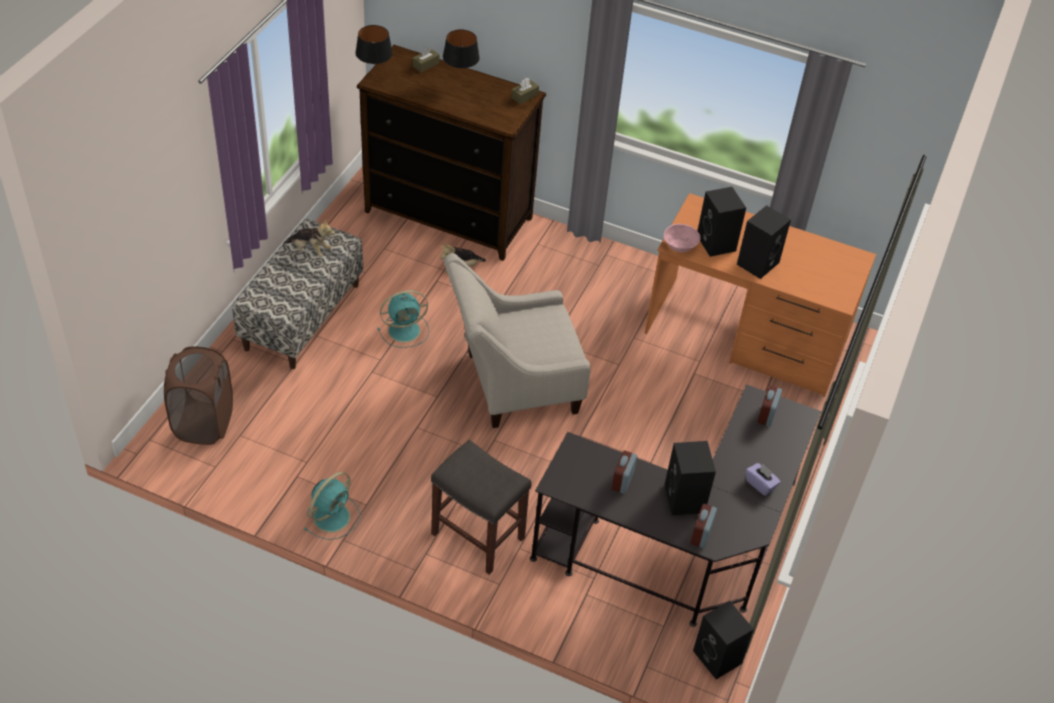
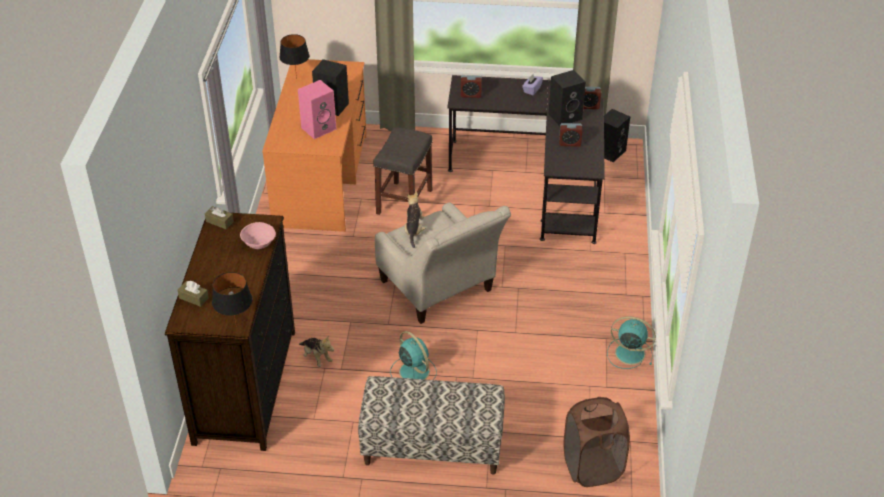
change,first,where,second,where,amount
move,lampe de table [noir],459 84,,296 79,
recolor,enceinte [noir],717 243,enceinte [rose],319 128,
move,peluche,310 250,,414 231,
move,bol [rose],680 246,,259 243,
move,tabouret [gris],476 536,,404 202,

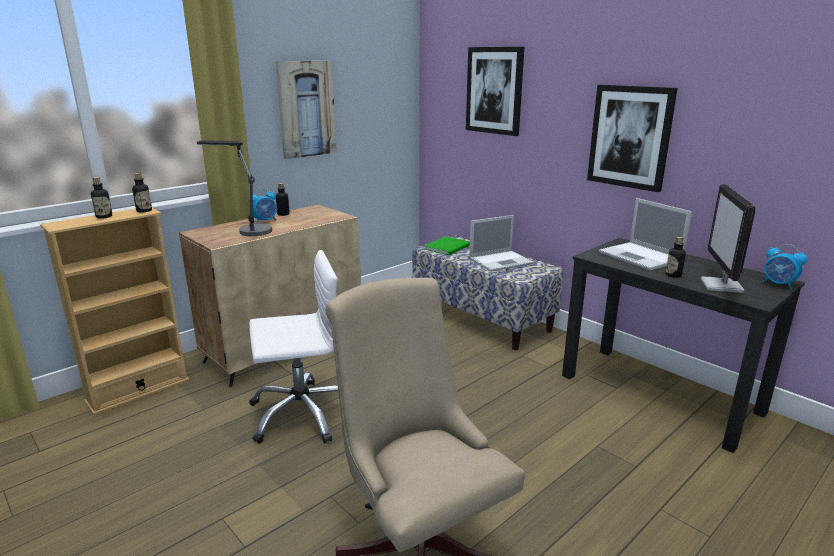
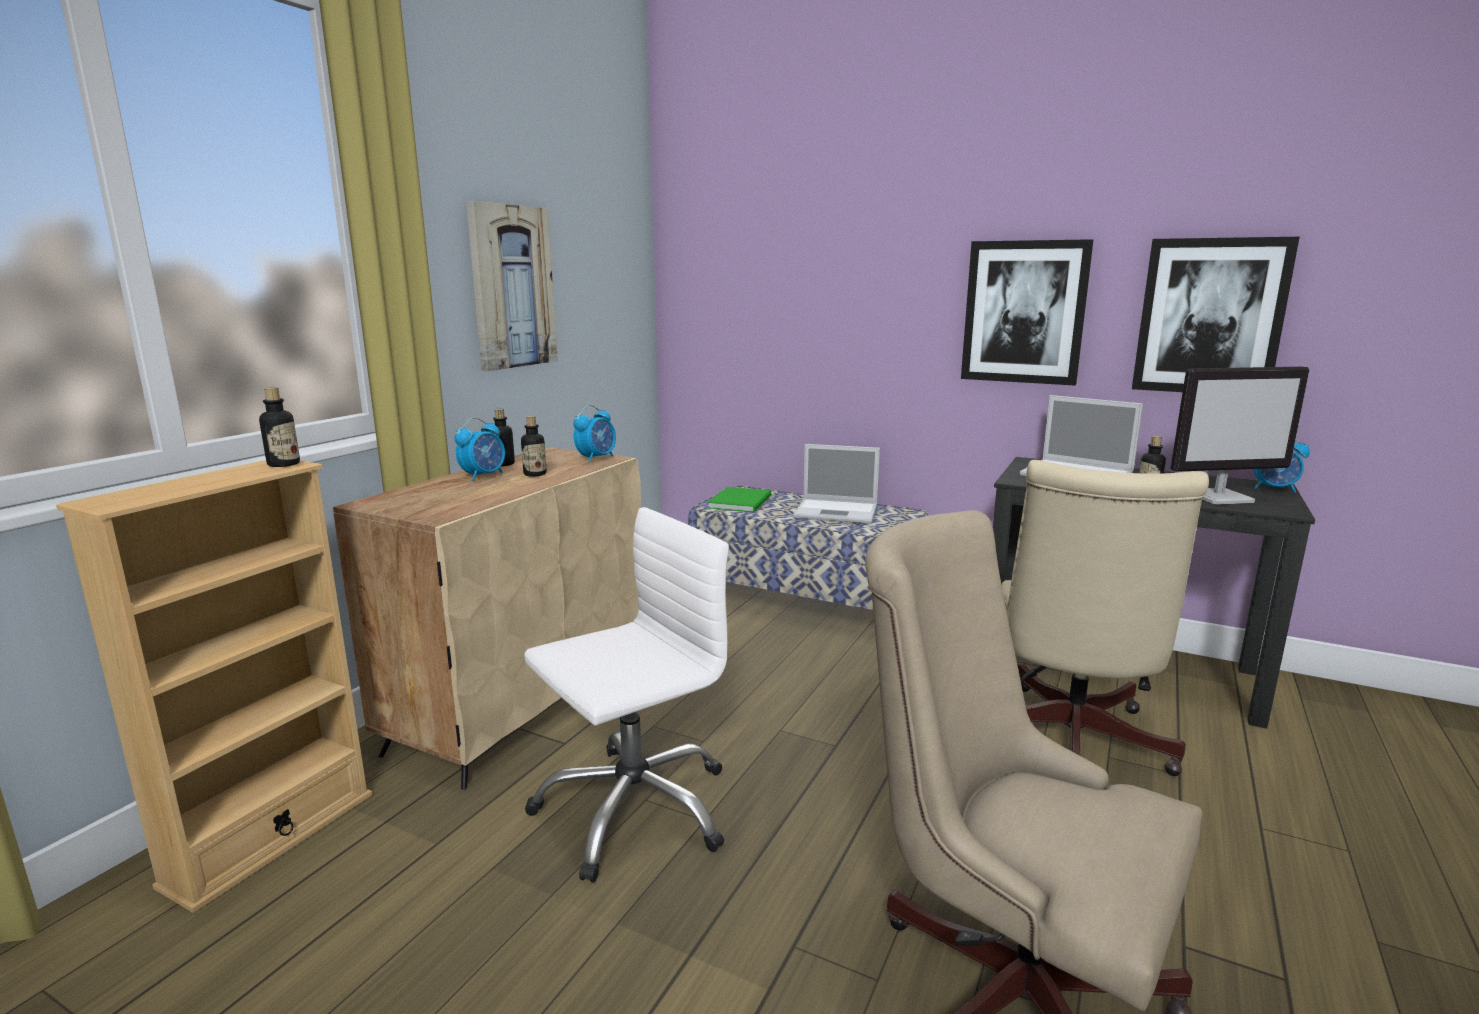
change,first,where,second,where,amount
move,tableau,494 90,,1210 317,
delete,lampe de table,247 230,,,
move,bouteille,104 216,,535 474,
rotate,écran d'ordinateur,721 286,,1220 497,90 degrees counterclockwise
rotate,ordinateur portable,501 261,,838 512,60 degrees clockwise
insert,,,réveil,596 458,
insert,,,chaise de bureau [beige],1069 744,

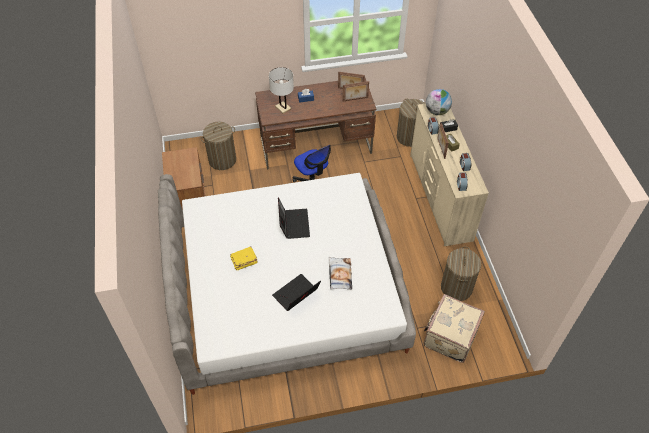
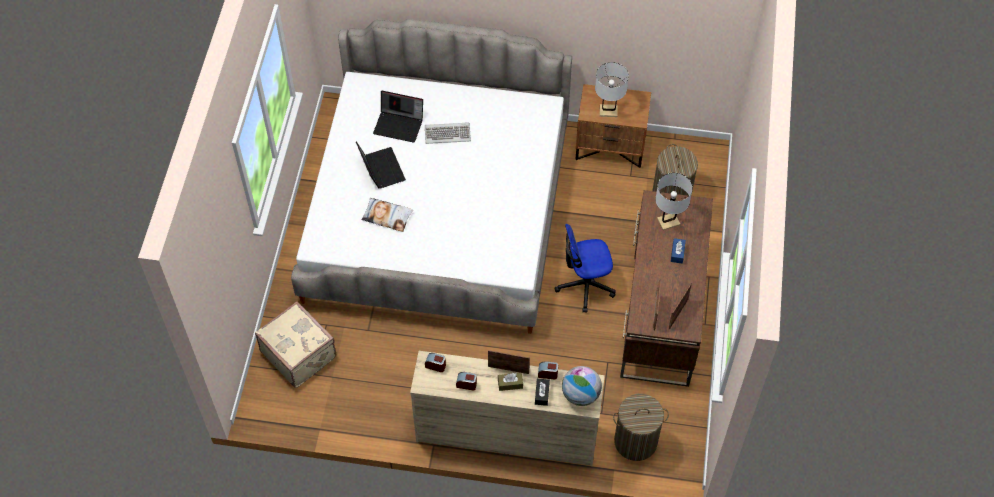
change,first,where,second,where,amount
move,ordinateur portable,293 224,,399 125,
replace,livre [jaune],244 261,clavier,447 134,
delete,panier à linge,456 288,,,
insert,,,lampe de table [blanc],608 111,

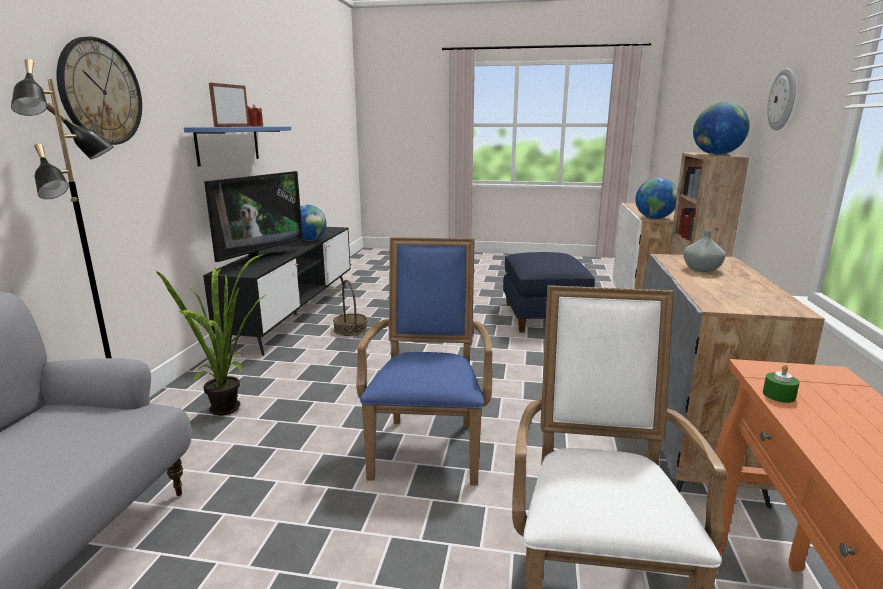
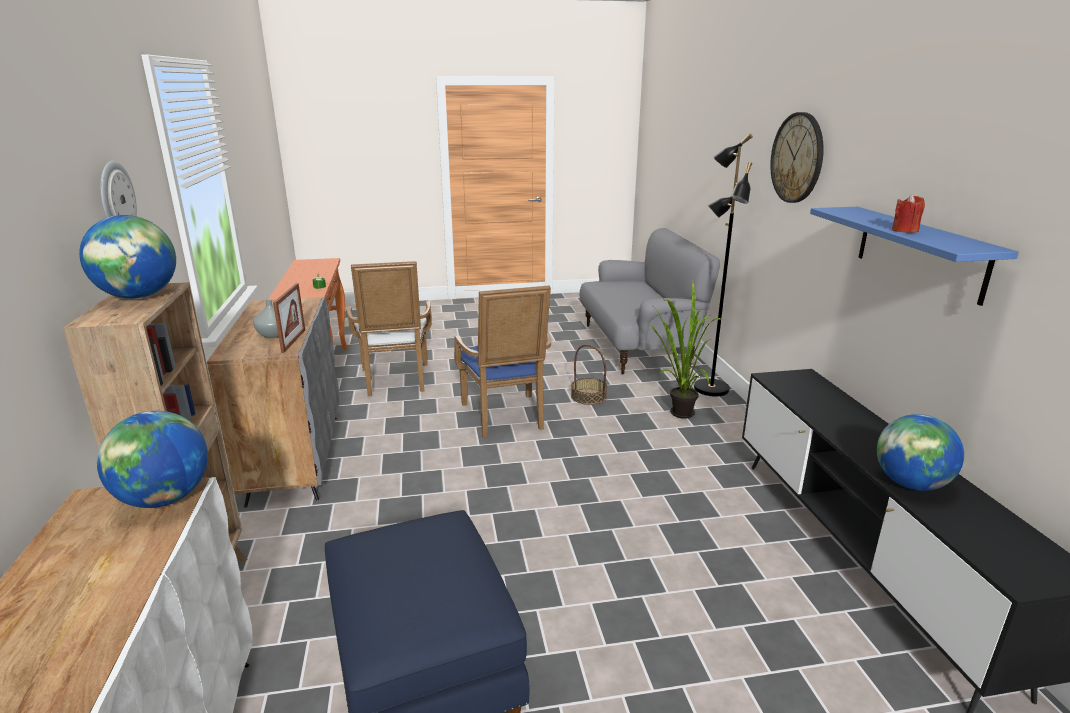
change,first,where,second,where,amount
move,cadre photo,232 126,,293 341,
delete,téléviseur,260 260,,,
move,panier,350 329,,589 396,

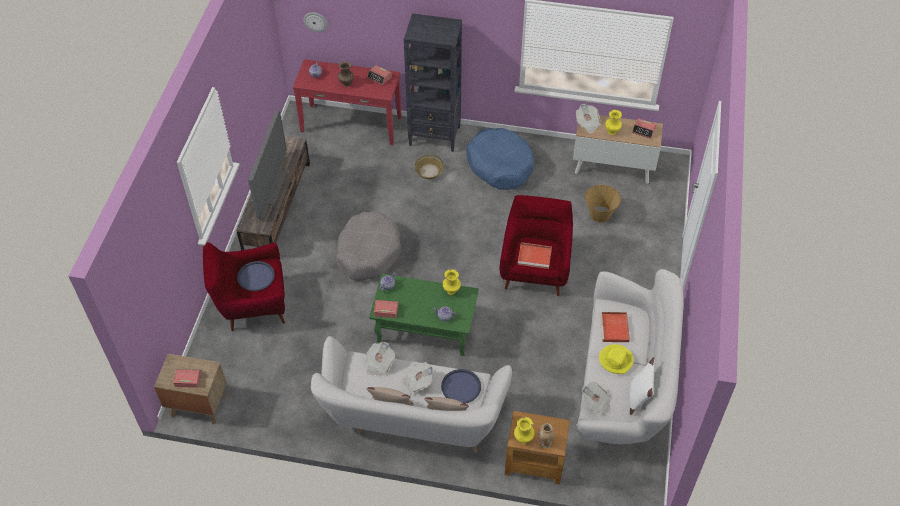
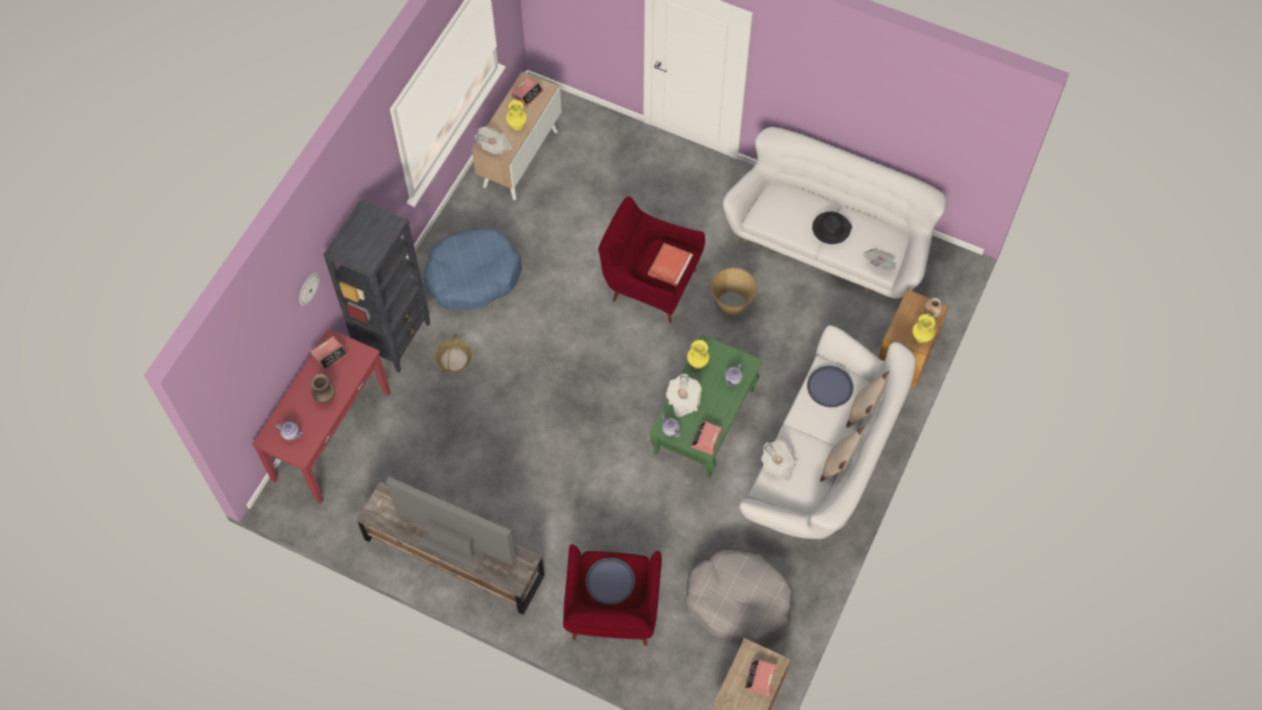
change,first,where,second,where,amount
move,horloge murale,316 21,,308 288,
move,panier,600 214,,732 303,
move,panier pour chien [gris],368 252,,738 602,
delete,plateau [rouge],614 329,,,
recolor,chapeau [jaune],616 360,chapeau [noir],831 229,
delete,coussin [blanc],638 396,,,
move,journal,417 382,,683 400,

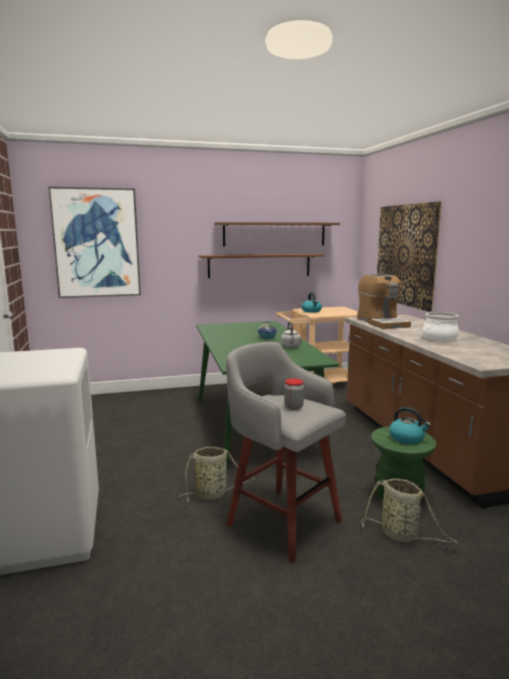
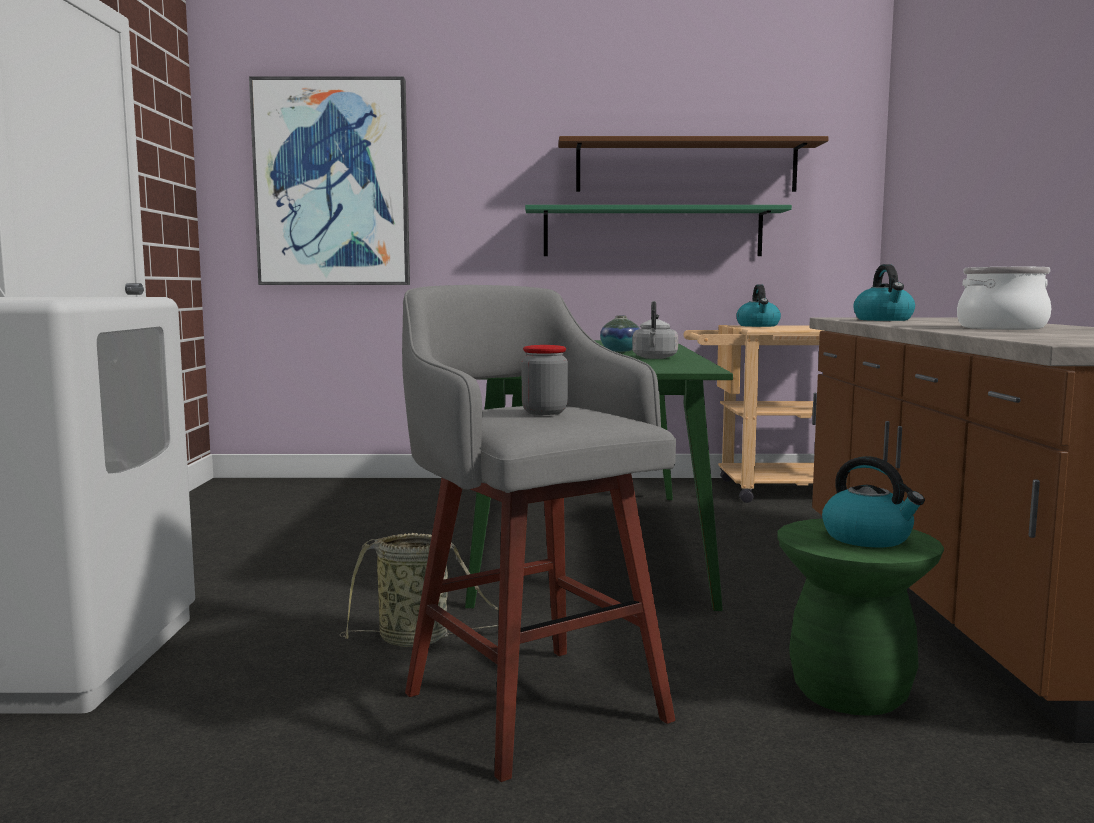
change,first,where,second,where,amount
delete,tableau,406 255,,,
recolor,étagère [marron],259 265,étagère [vert],652 232,
replace,machine à café,381 323,bouilloire,884 320,
delete,panier,401 535,,,

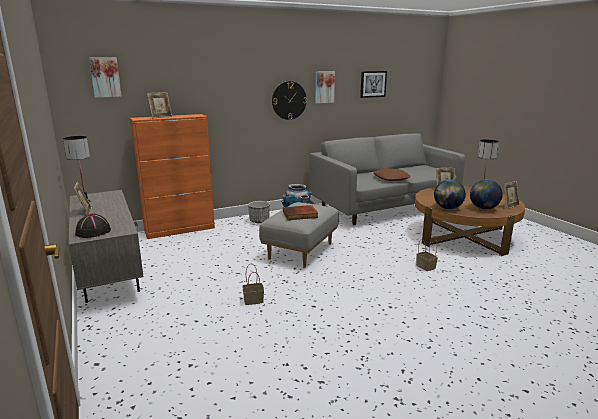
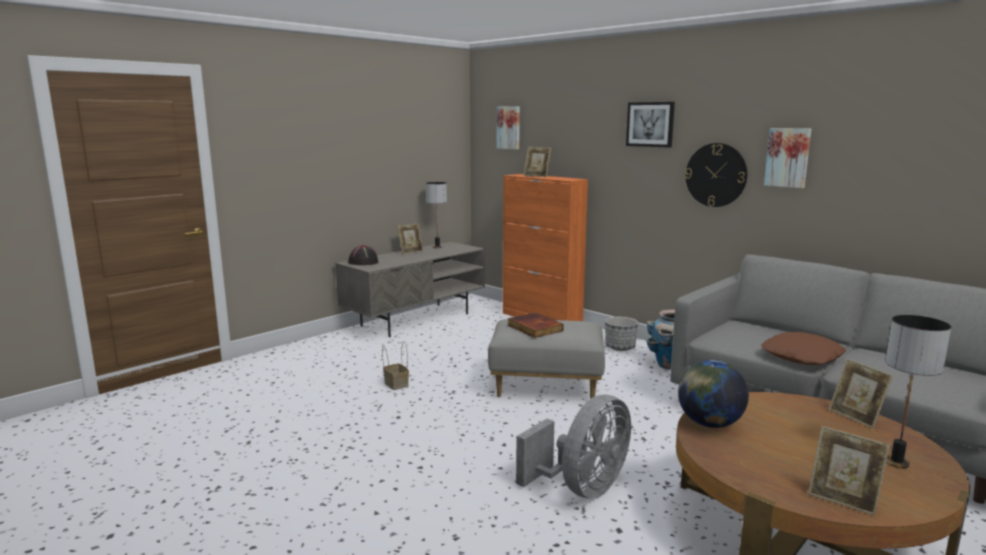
change,first,where,second,where,amount
move,tableau,373 84,,650 124,
delete,globe,483 208,,,
replace,panier,425 266,ventilateur [gris],582 488,

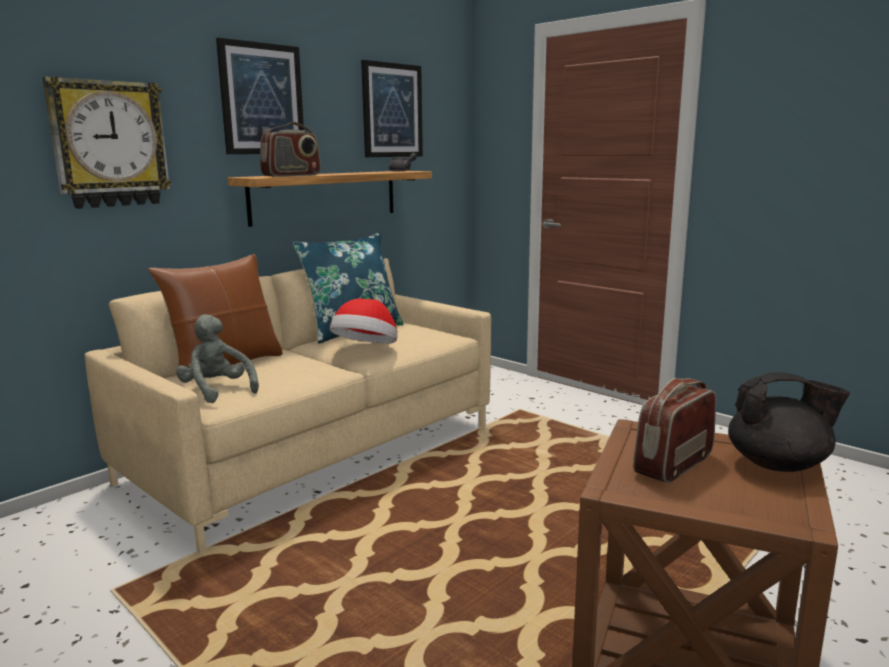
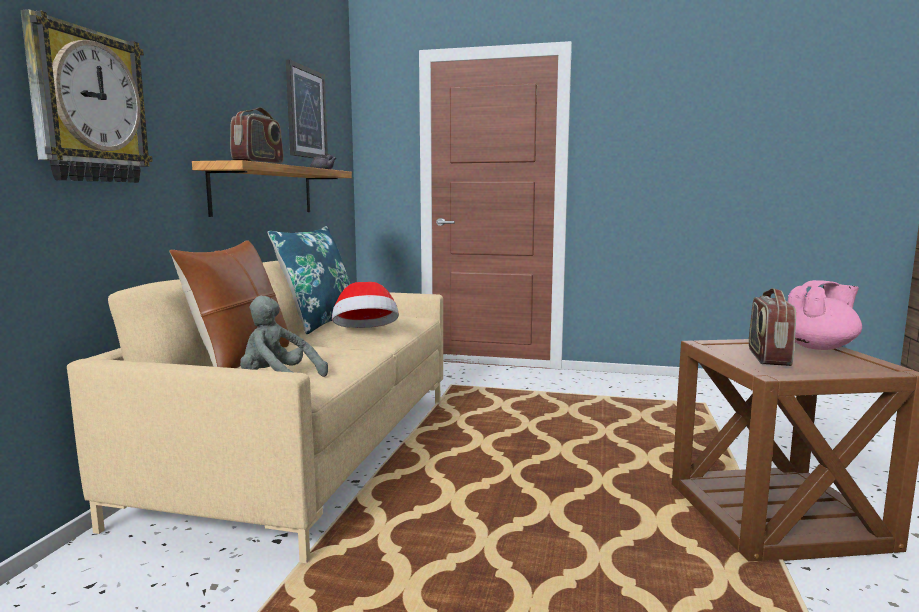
change,first,where,second,where,amount
delete,tableau,262 99,,,
recolor,théière [noir],778 464,théière [rose],819 347,

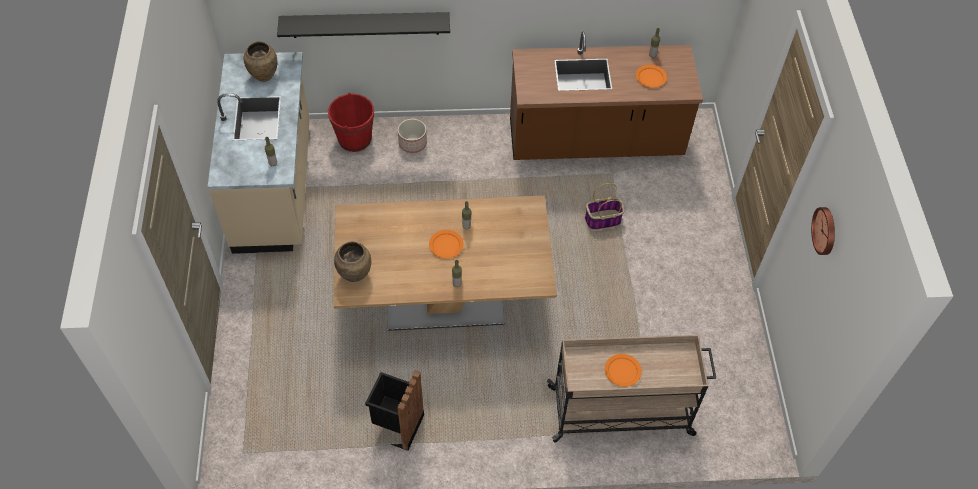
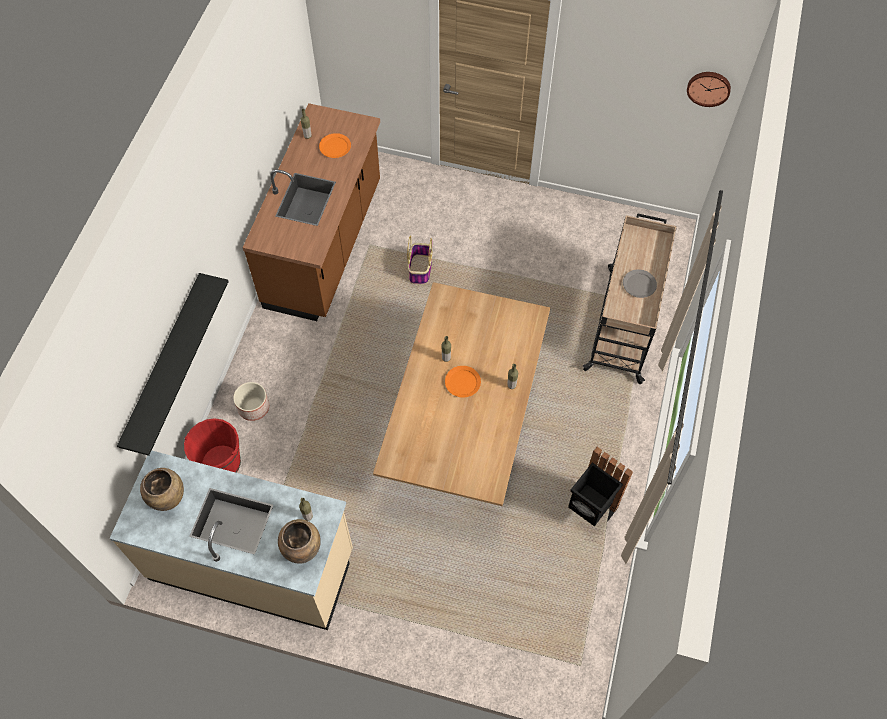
change,first,where,second,where,amount
move,horloge murale,825 231,,709 87,
move,vase [marron],355 275,,303 550,
recolor,assiette [orange],622 371,assiette [gris],639 284,

